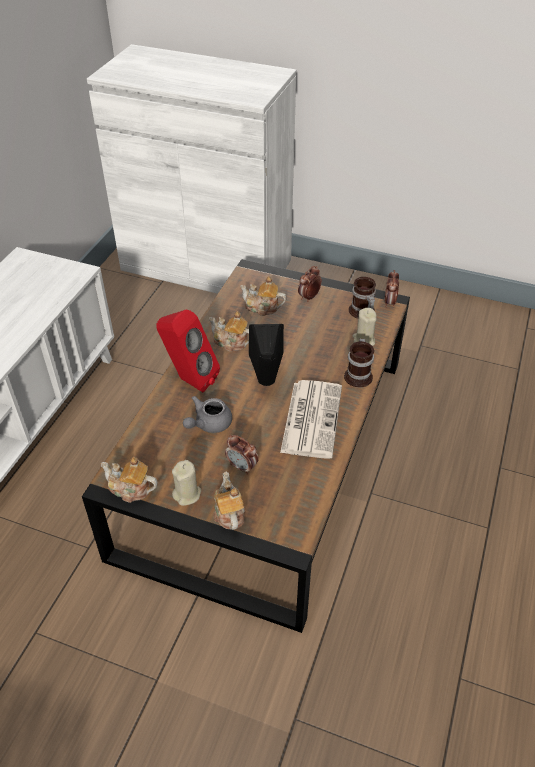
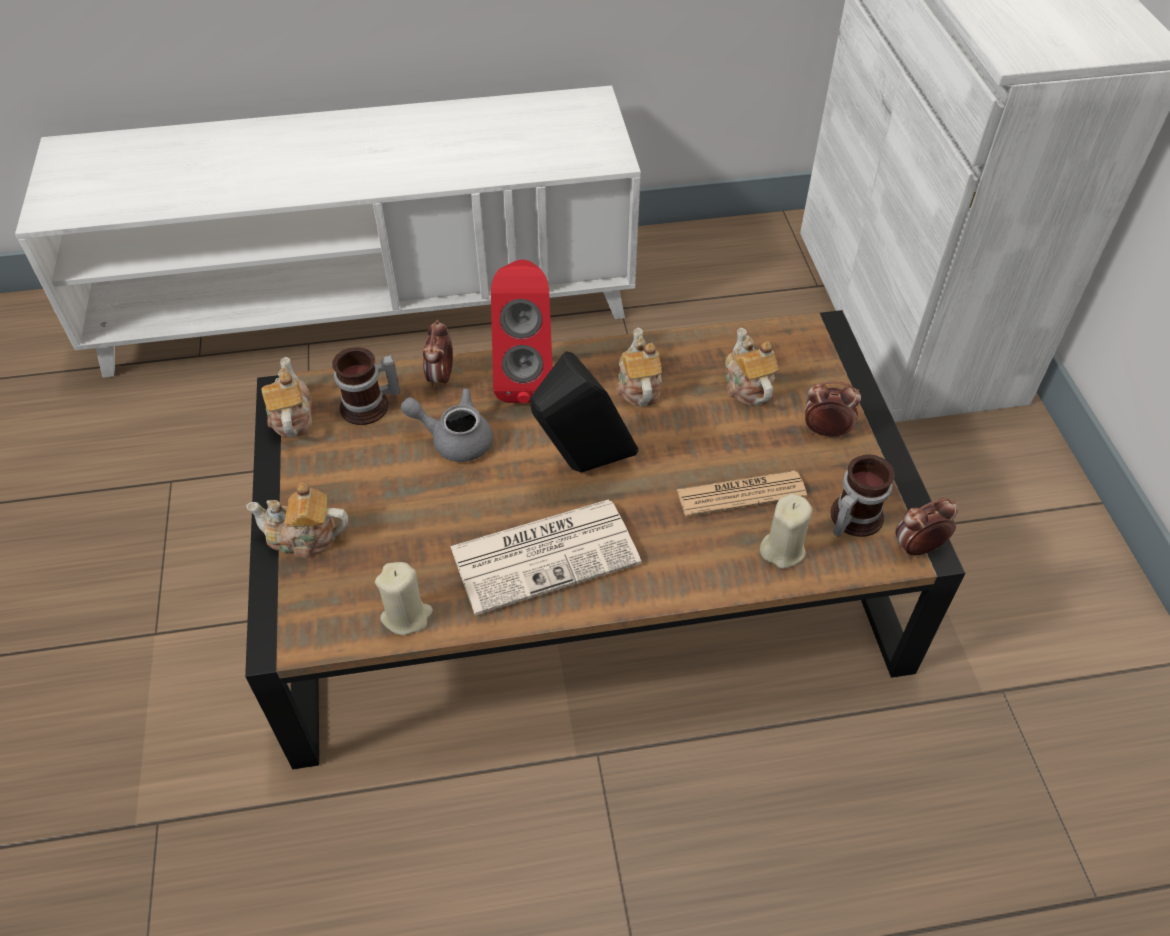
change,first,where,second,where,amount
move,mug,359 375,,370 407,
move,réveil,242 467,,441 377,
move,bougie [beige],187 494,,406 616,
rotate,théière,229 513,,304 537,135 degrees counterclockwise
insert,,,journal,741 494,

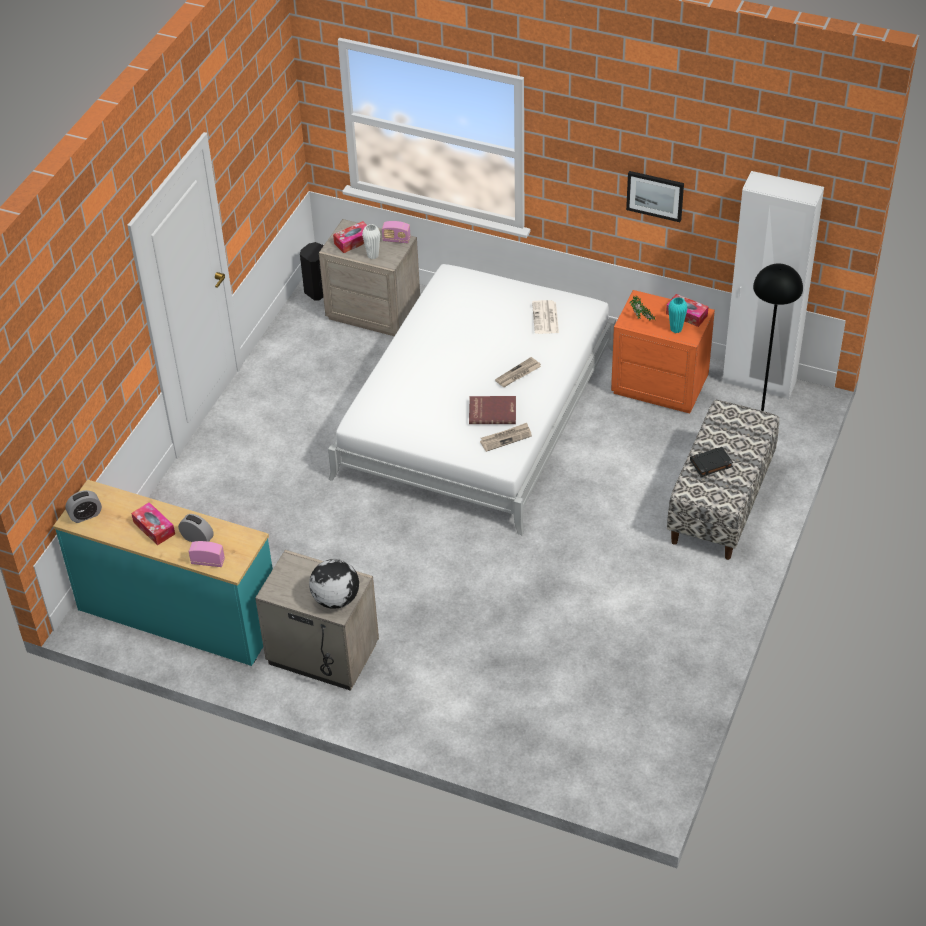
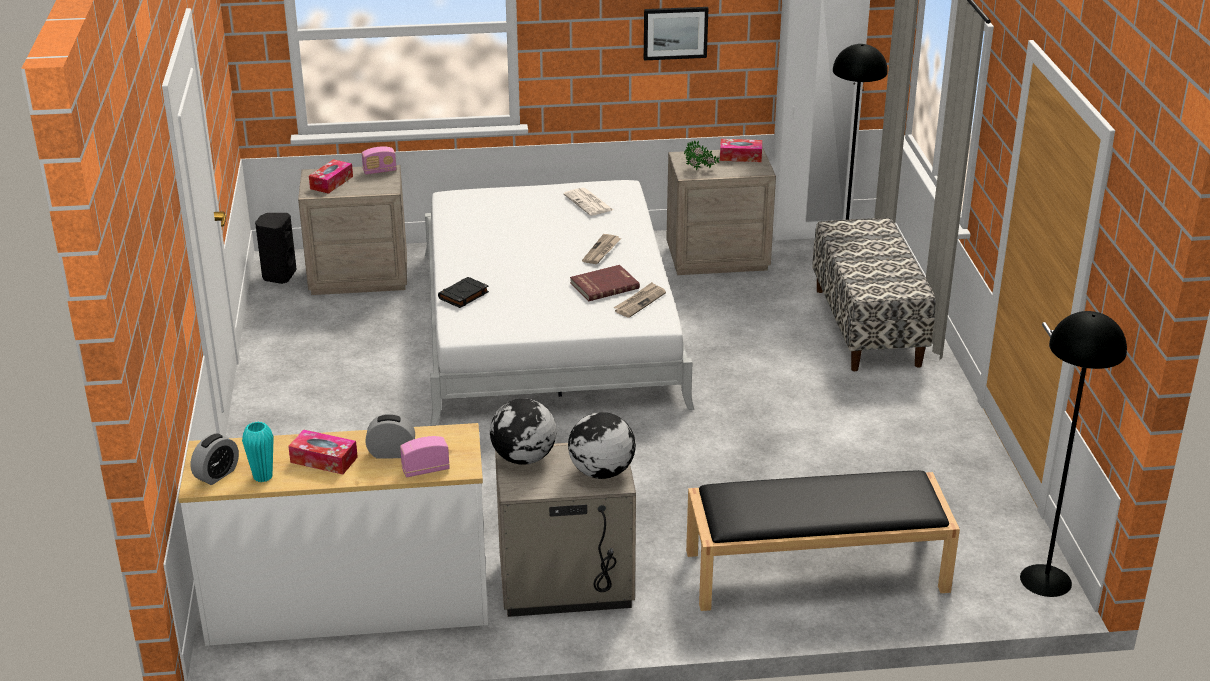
change,first,where,second,where,amount
delete,vase [blanc],373 255,,,
recolor,table de chevet [orange],660 385,table de chevet [beige],717 257,
move,vase [turquoise],676 329,,263 477,
move,livre [noir],710 464,,463 295,
recolor,commode [turquoise],178 615,commode [blanc],349 607,
insert,,,lampadaire [noir],1045 580,
insert,,,globe,523 458,
insert,,,banc [noir],814 572,

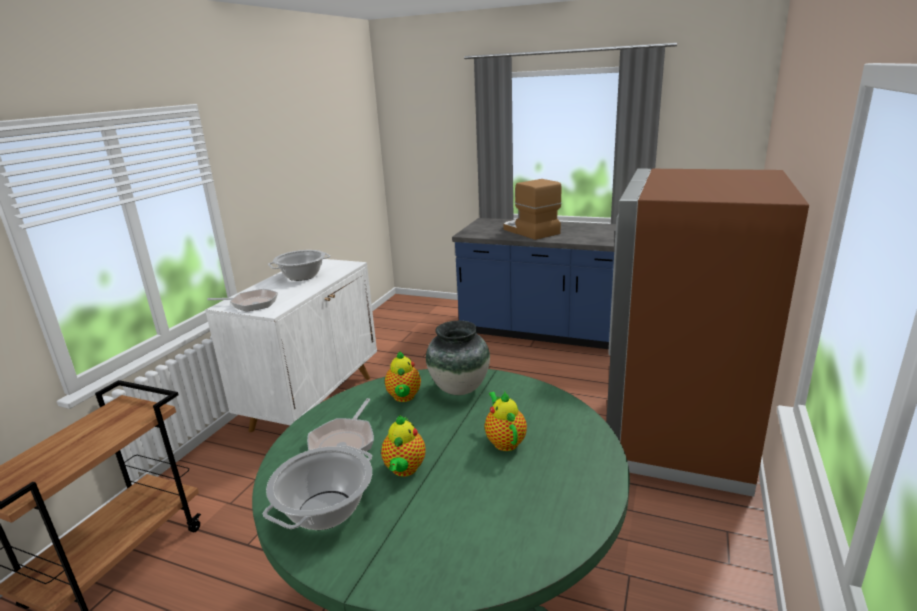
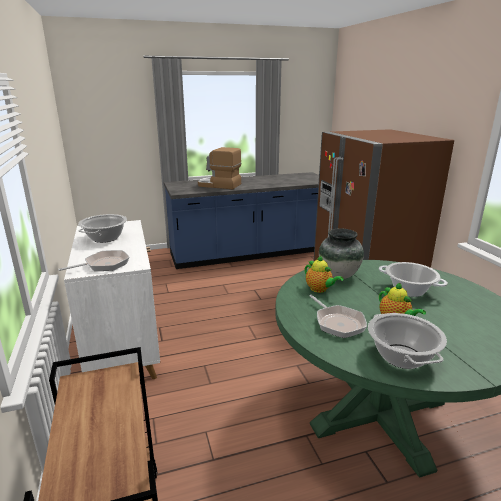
change,first,where,second,where,amount
replace,théière,504 441,marmite,409 290,

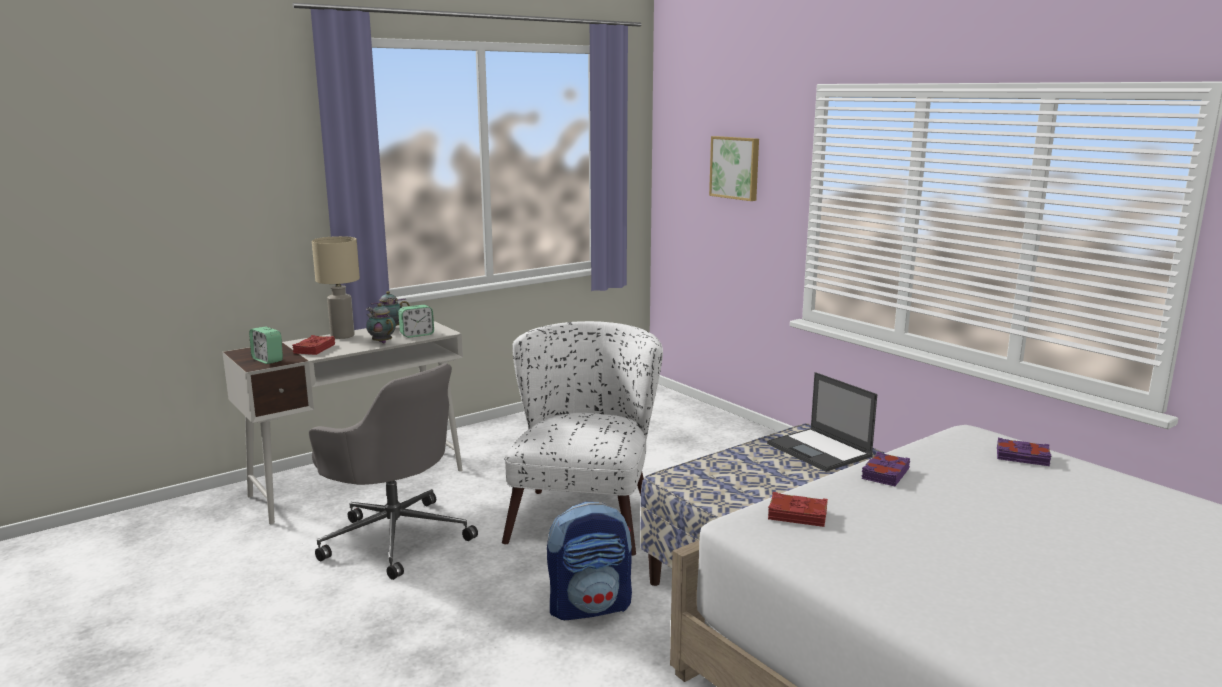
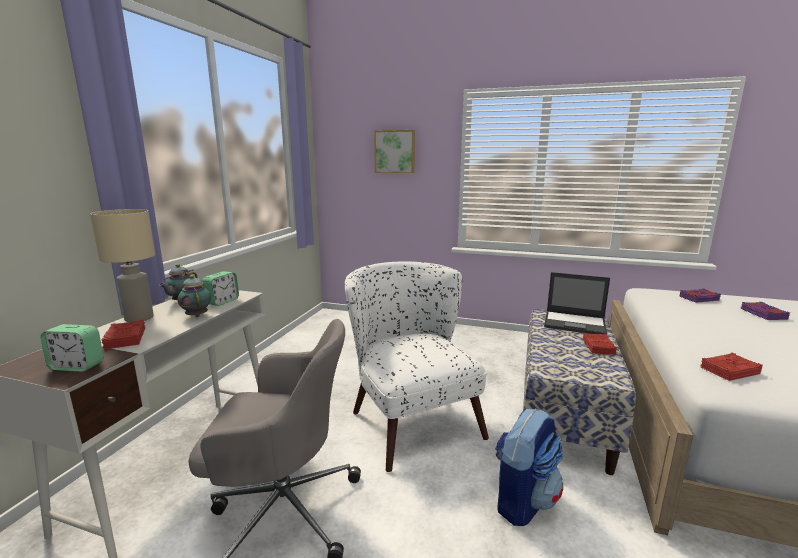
change,first,where,second,where,amount
rotate,théière,381 342,,197 315,45 degrees clockwise
move,livre [violet],884 474,,763 314,
insert,,,livre [rouge],599 347,

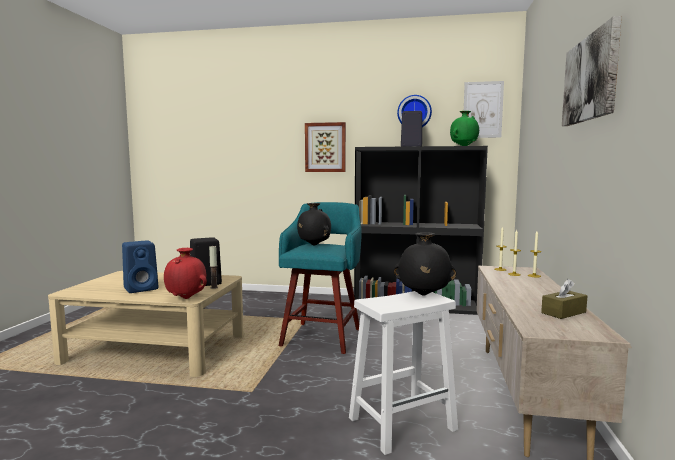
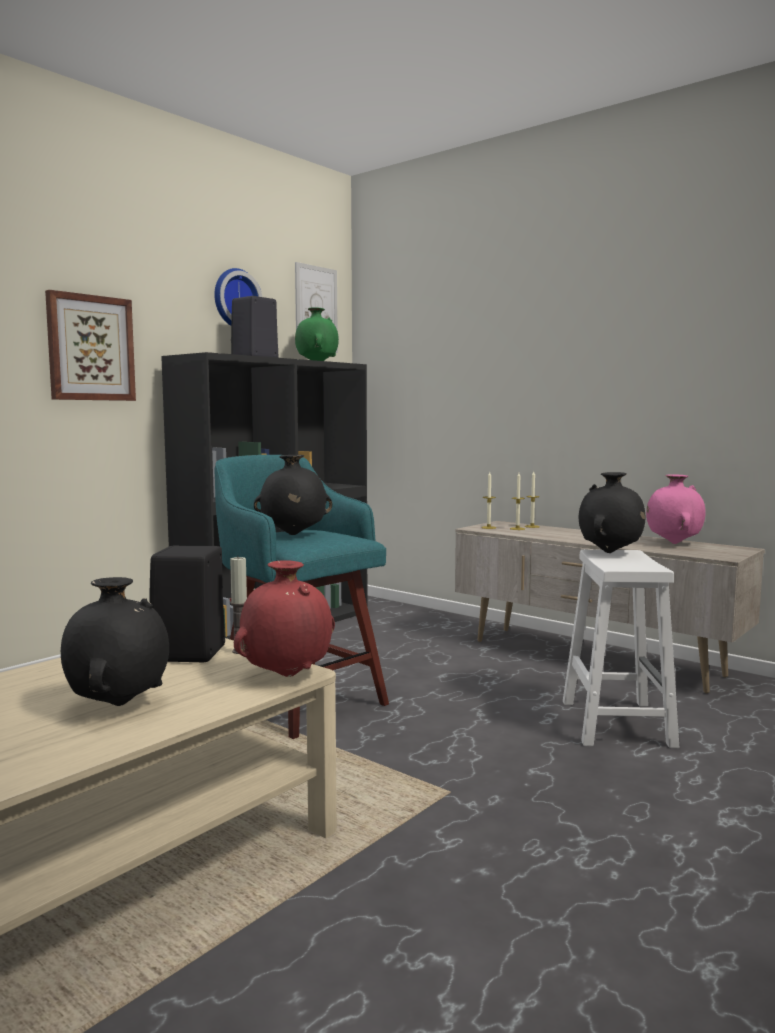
change,first,where,second,where,amount
delete,tableau,591 79,,,
replace,enceinte [bleu],142 288,vase [noir],118 704,
replace,boîte à mouchoirs [marron],563 312,vase [rose],673 543,

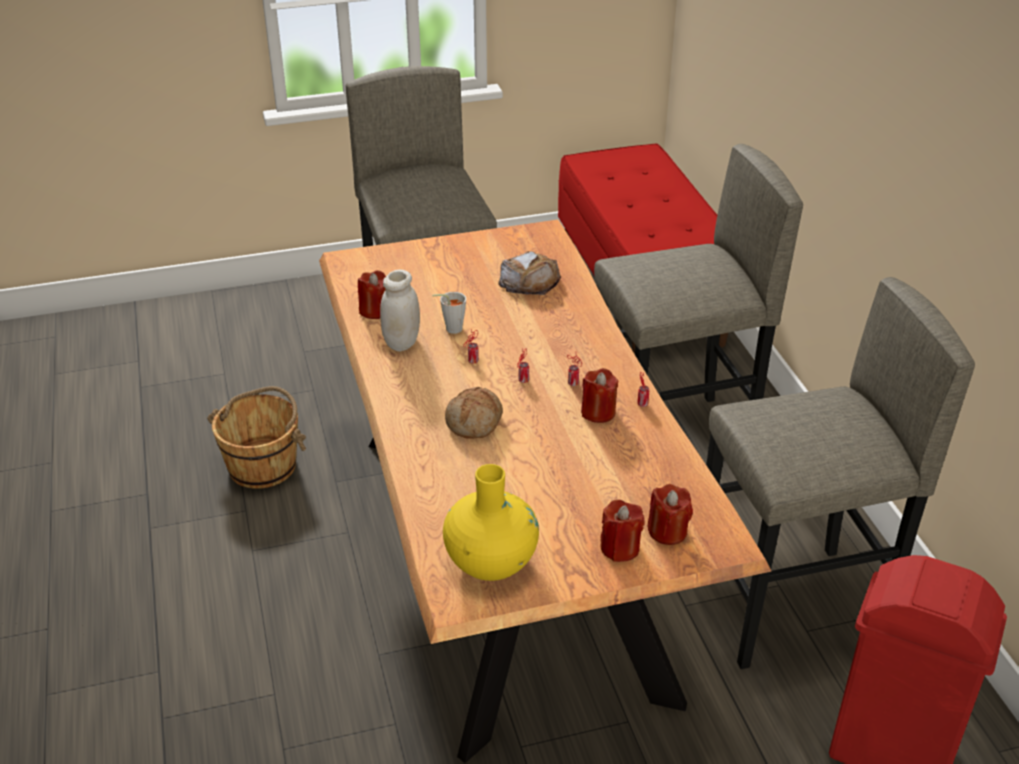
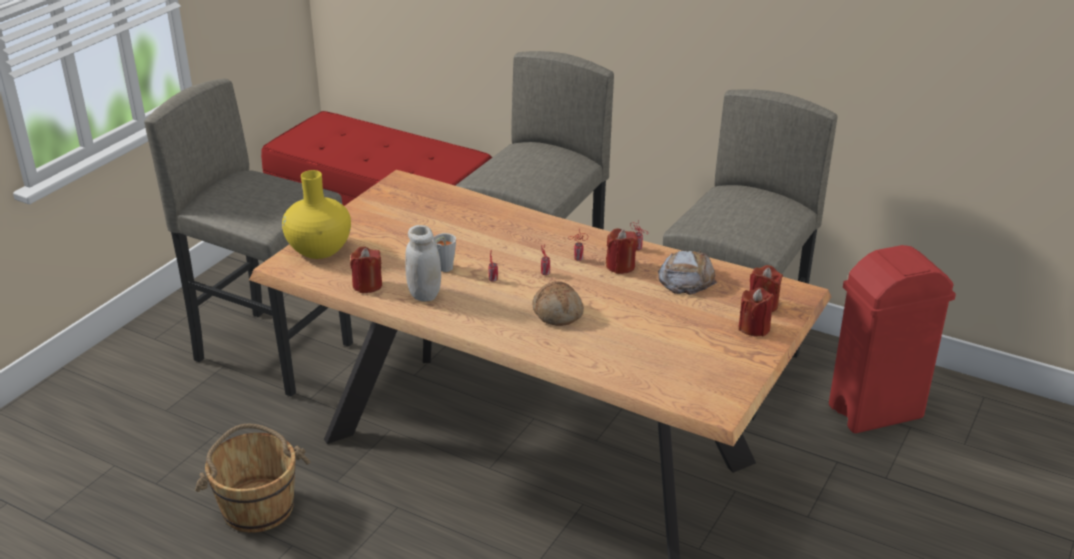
change,first,where,second,where,amount
move,pain,529 281,,686 279,
move,vase [jaune],491 561,,319 249,

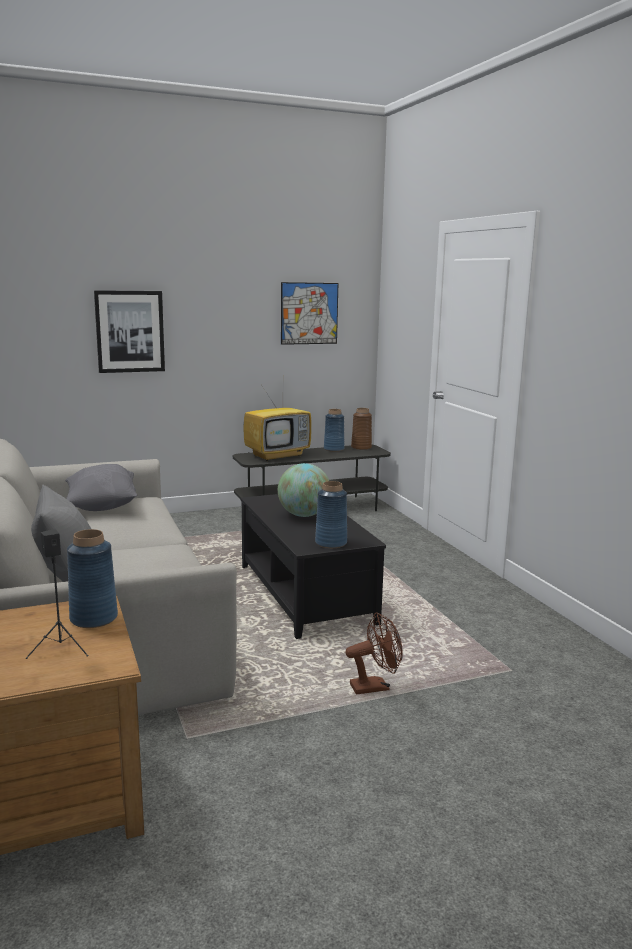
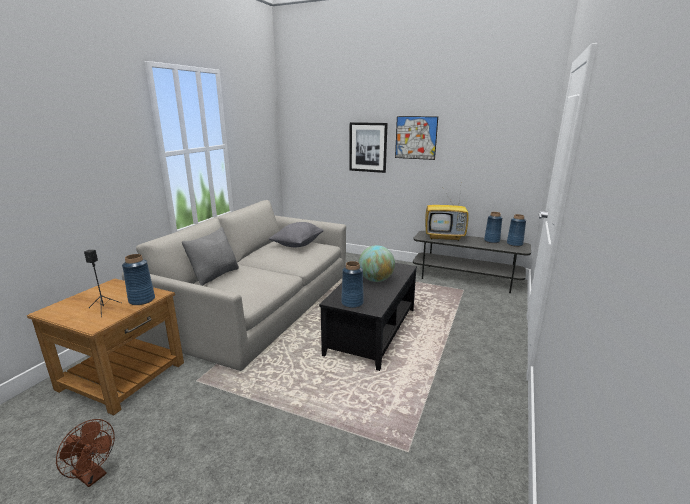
change,first,where,second,where,amount
move,tableau,309 313,,416 137,
recolor,vase [marron],361 447,vase [bleu],514 244,
move,ventilateur [marron],375 686,,93 476,

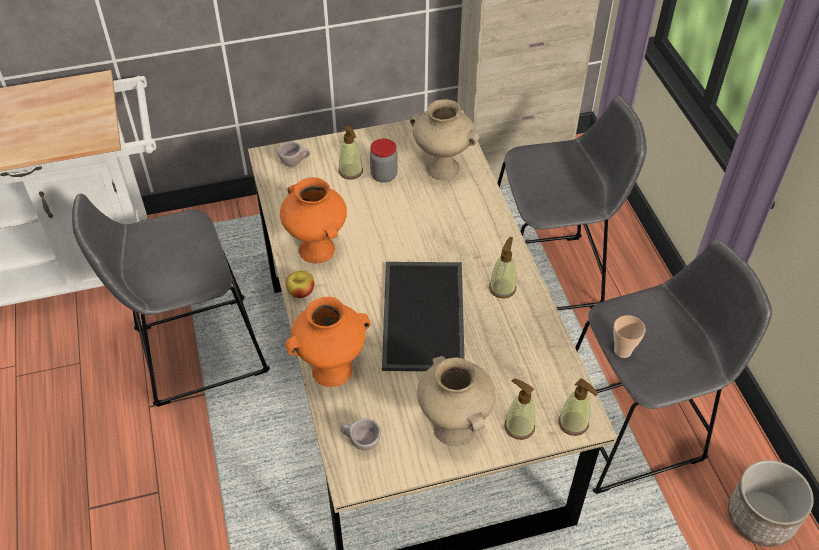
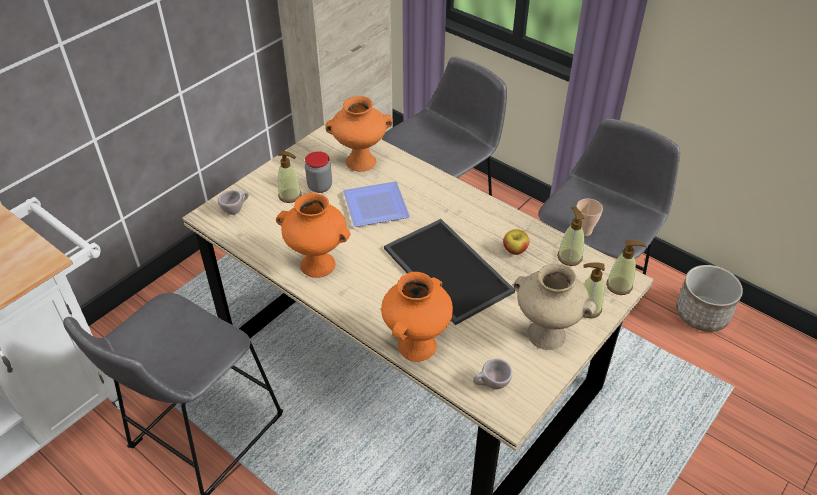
change,first,where,second,where,amount
recolor,vase [beige],441 168,vase [orange],360 162,
move,distributeur de savon,502 288,,569 257,
move,pomme,301 292,,515 250,
insert,,,assiette,378 207,

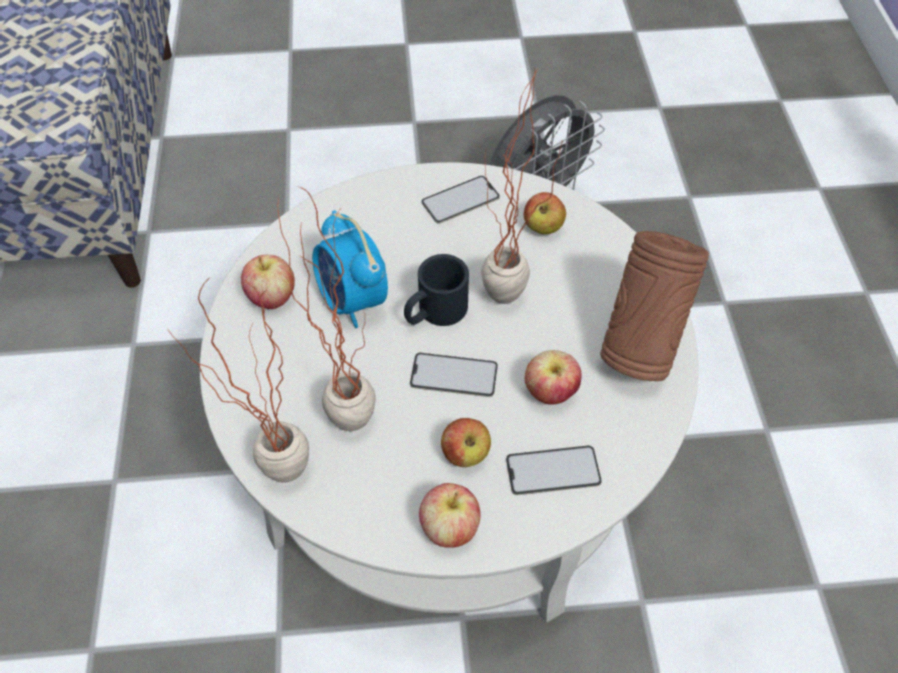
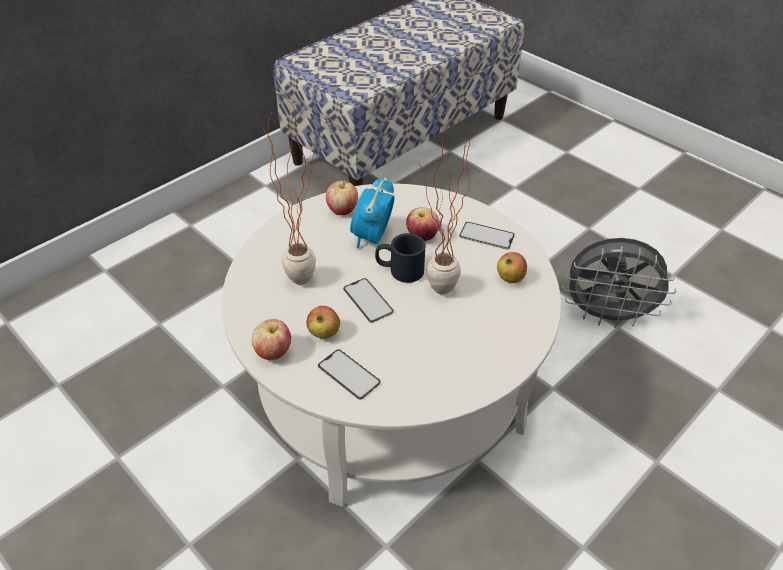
change,first,where,second,where,amount
delete,vase [marron],639 347,,,
delete,plante en pot,274 481,,,
move,pomme,550 392,,422 236,

